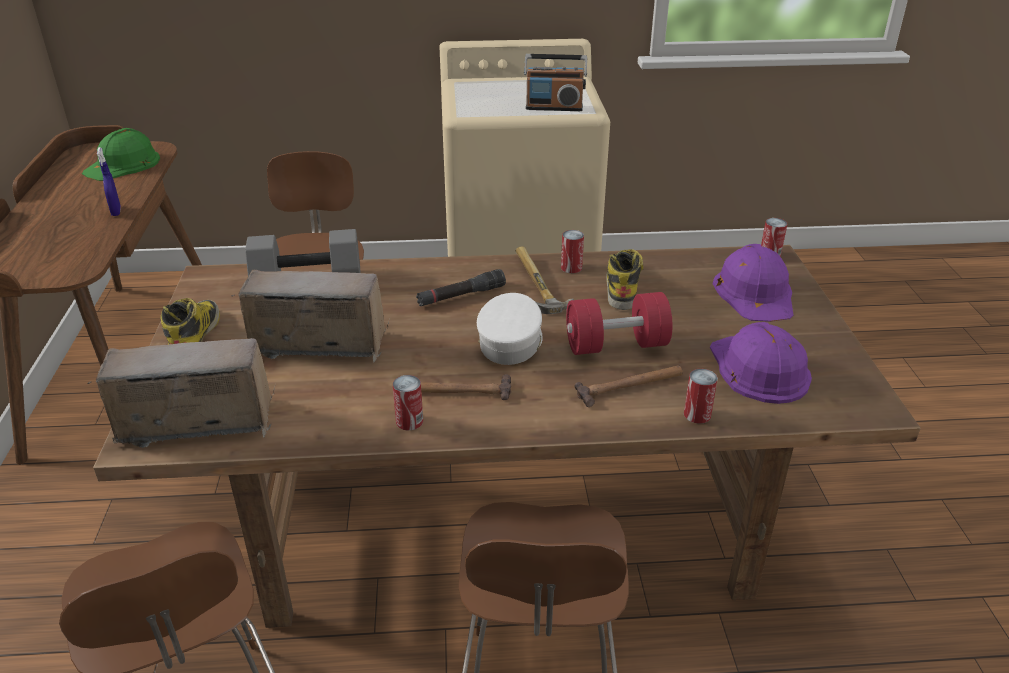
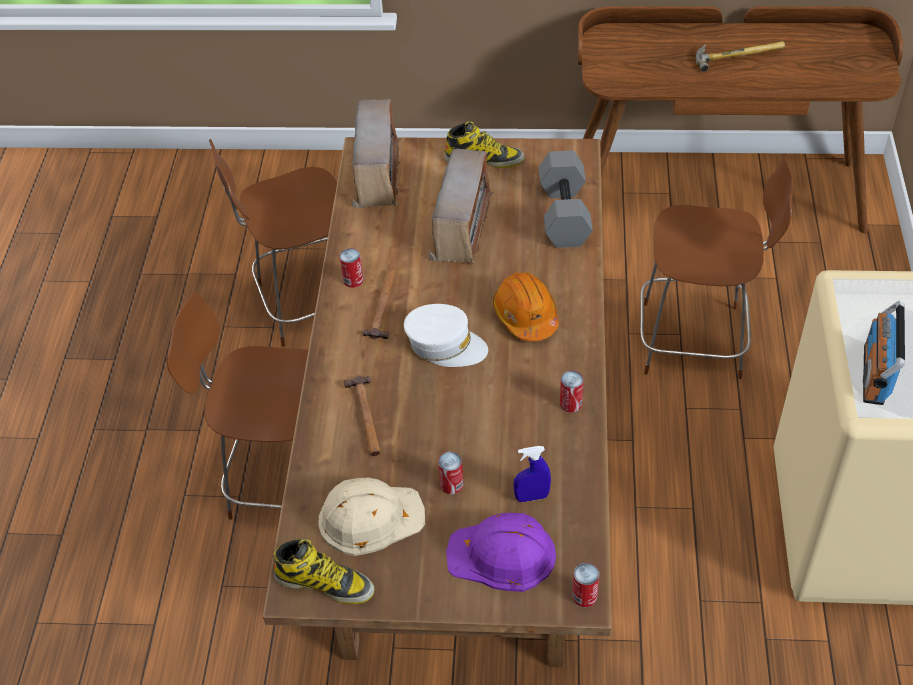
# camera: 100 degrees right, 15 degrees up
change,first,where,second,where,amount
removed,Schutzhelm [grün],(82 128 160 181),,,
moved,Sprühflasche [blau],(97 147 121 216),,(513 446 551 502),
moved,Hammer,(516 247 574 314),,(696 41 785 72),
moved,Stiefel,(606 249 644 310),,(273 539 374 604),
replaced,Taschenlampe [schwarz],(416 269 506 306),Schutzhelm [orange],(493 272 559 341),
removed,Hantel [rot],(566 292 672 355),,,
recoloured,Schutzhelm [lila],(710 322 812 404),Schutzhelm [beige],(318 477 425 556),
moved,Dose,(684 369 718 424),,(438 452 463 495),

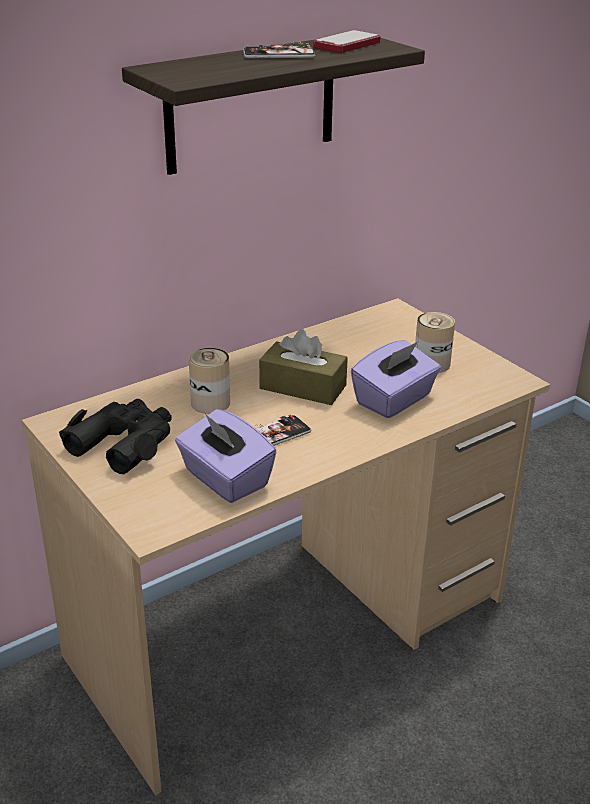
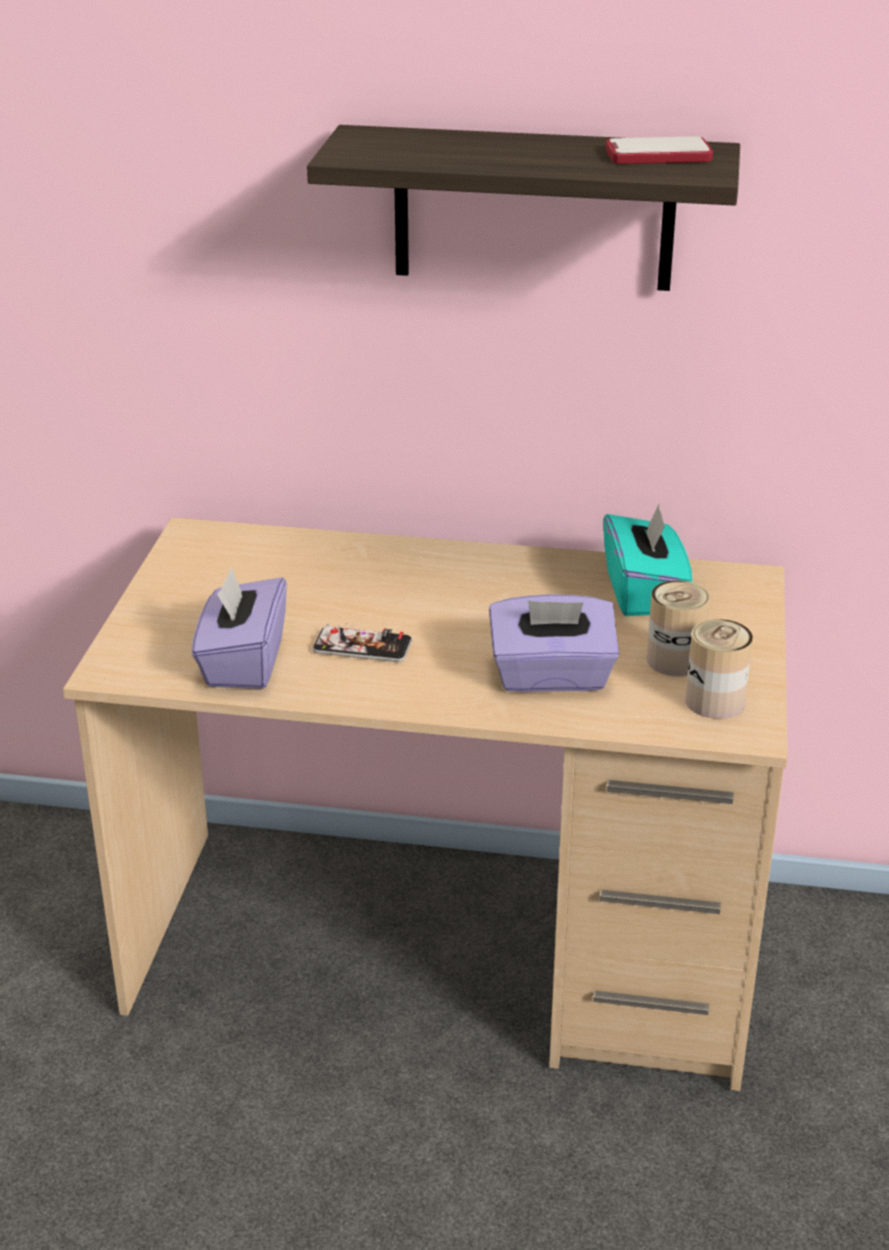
# camera: 45 degrees right, 0 degrees up
change,first,where,second,where,amount
removed,Handy,(243 41 316 59),,,
removed,Taschentuchbox [braun],(259 329 348 405),,,
moved,Dose,(189 348 230 414),,(685 619 753 719),
removed,Fernglas [schwarz],(59 399 172 474),,,
added,,,Taschentuchbox [türkis],(603 504 692 616),

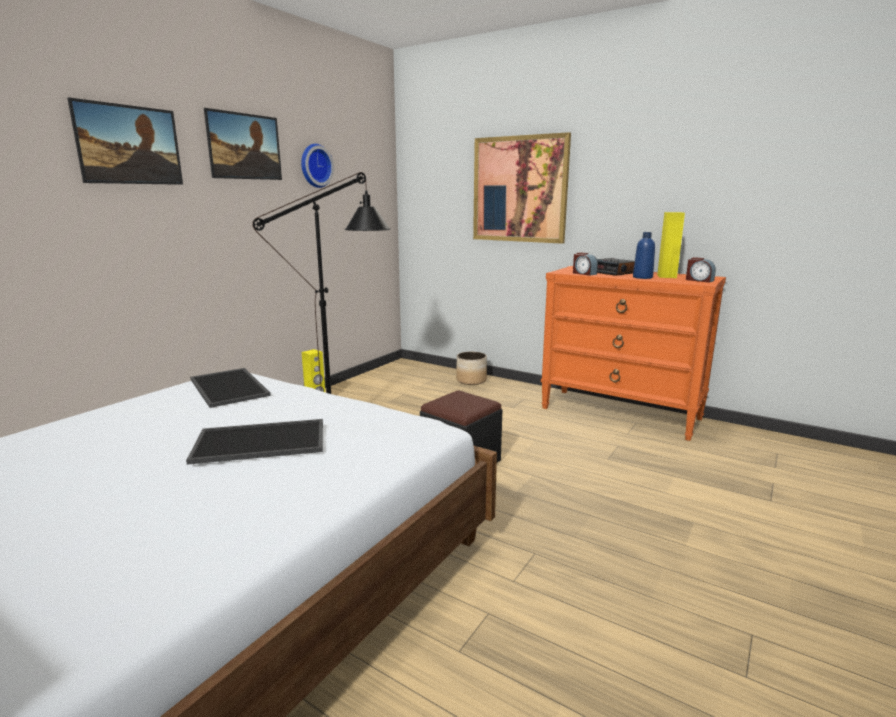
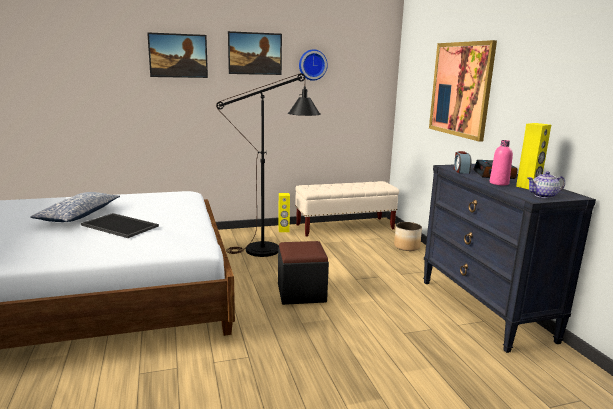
# camera: 40 degrees right, 0 degrees up
change,first,where,second,where,amount
recoloured,Flasche [blau],(633 232 655 279),Flasche [rosa],(490 140 513 185),
replaced,Wecker,(686 257 716 283),Teekanne,(527 171 565 198),
recoloured,Kommode [orange],(541 266 726 441),Kommode [schwarz],(423 164 596 353),
removed,Tablett,(190 368 271 408),,,
added,,,Bank [beige],(295 181 399 237),
added,,,Kissen,(31 192 120 222),

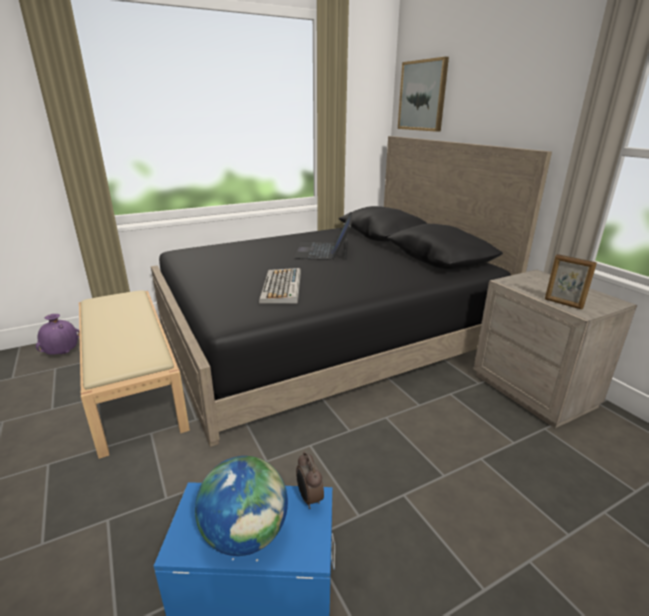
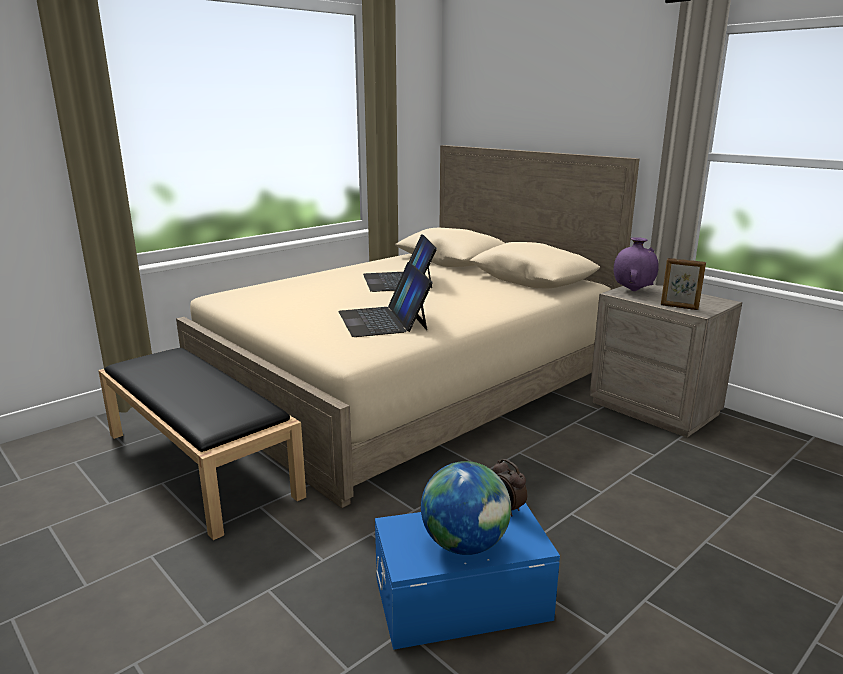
# camera: 15 degrees left, 5 degrees down
change,first,where,second,where,amount
removed,Bild,(398 57 449 132),,,
recoloured,Bett [schwarz],(151 136 552 447),Bett [beige],(176 145 640 508),
replaced,Tastatur,(259 268 301 304),Laptop,(338 262 433 337),
recoloured,Bank [beige],(79 290 190 459),Bank [schwarz],(98 348 306 540),
moved,Vase [lila],(36 314 80 355),,(614 237 659 291),

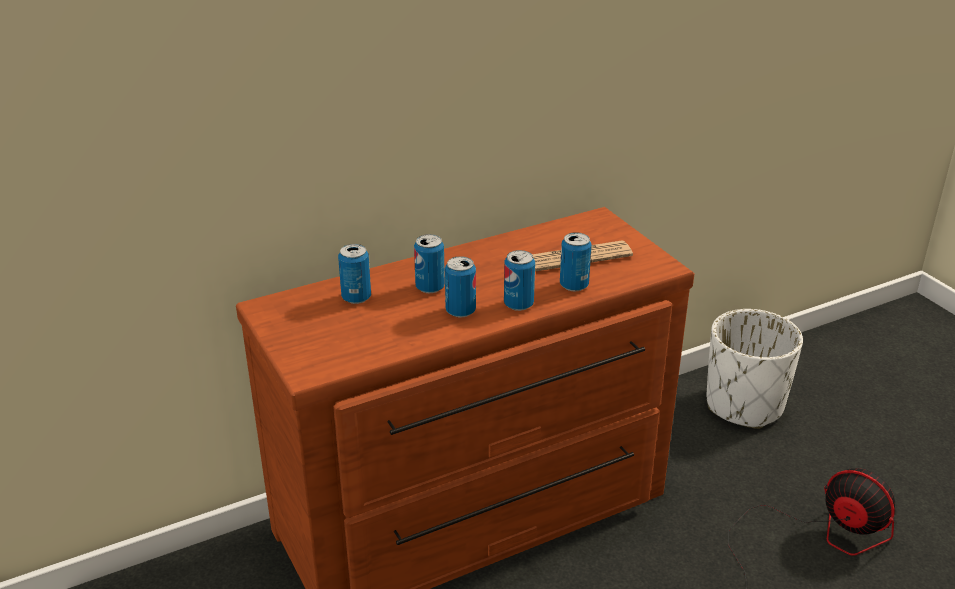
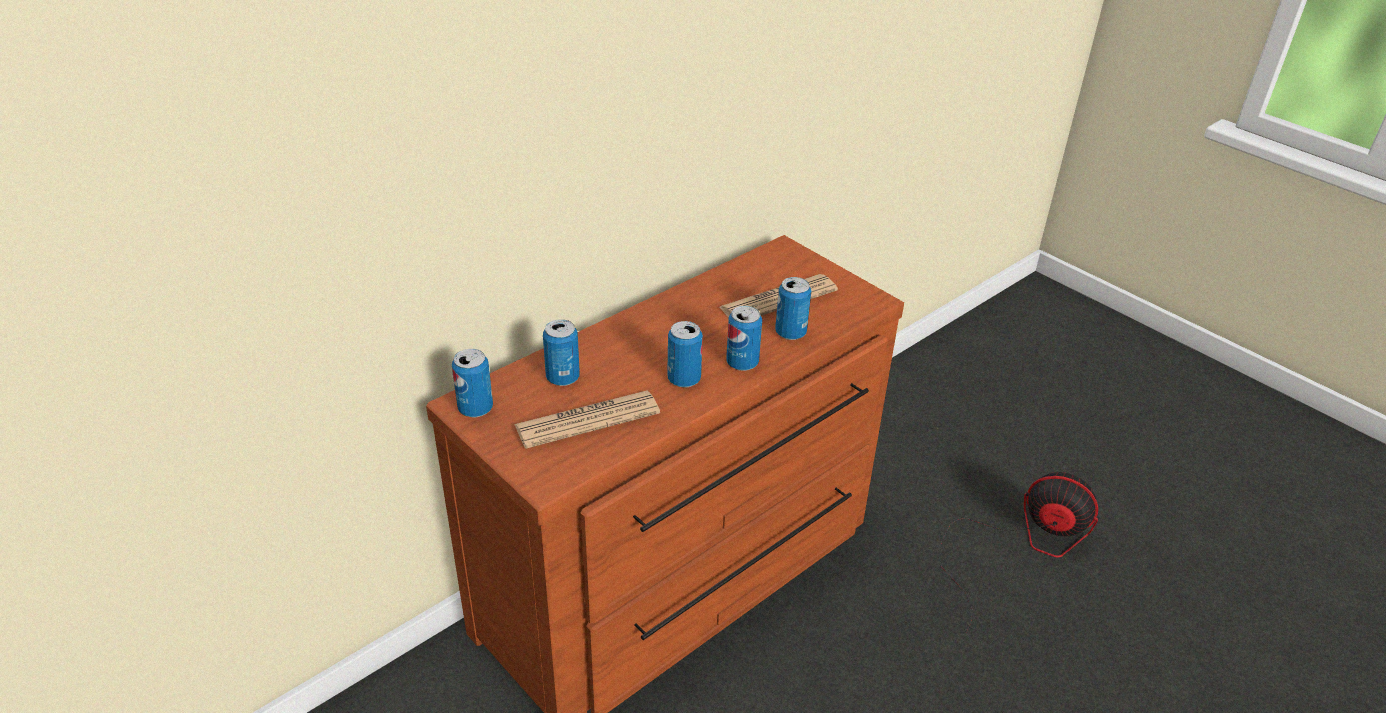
# camera: 15 degrees left, 5 degrees up
change,first,where,second,where,amount
moved,Dose,(414 234 445 293),,(452 349 493 417),
removed,Pflanzkübel [weiß],(707 309 803 429),,,
added,,,Zeitung,(514 391 660 449),

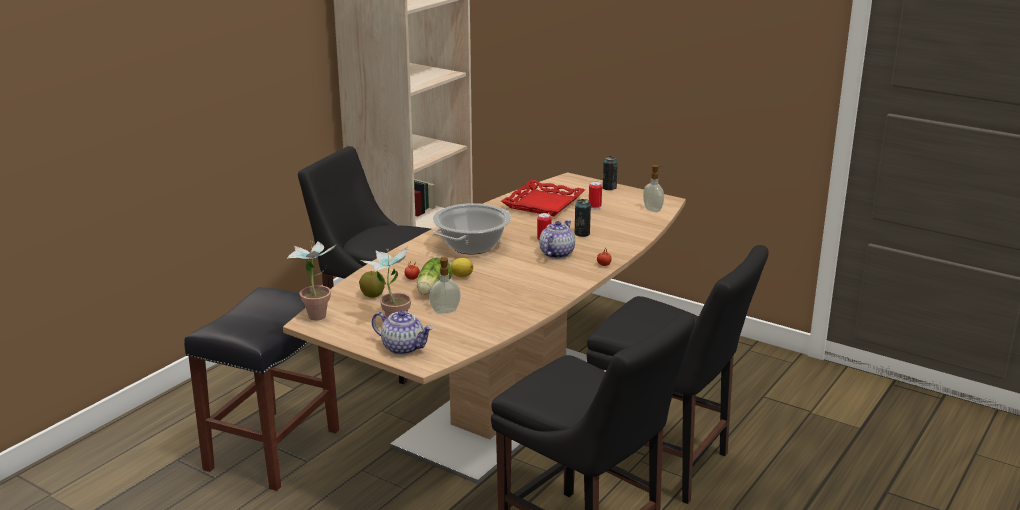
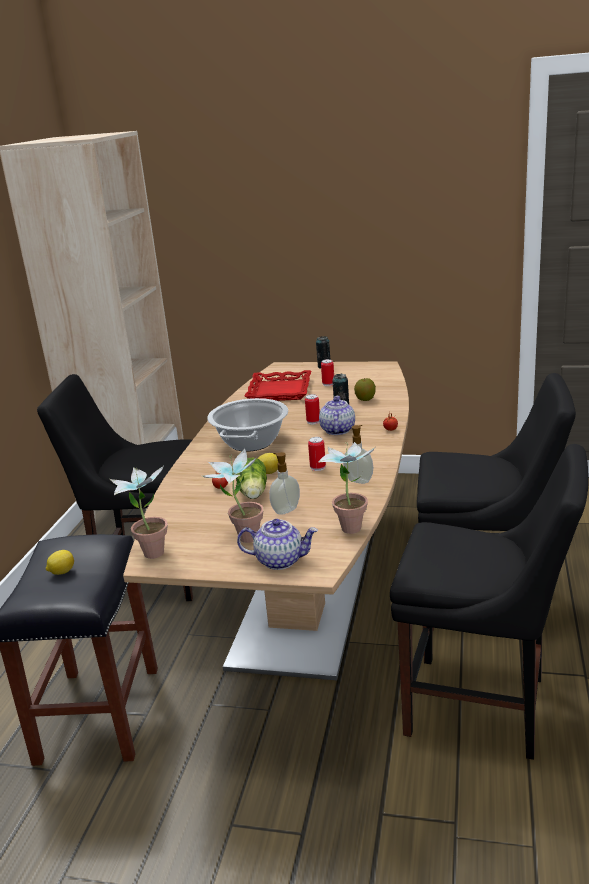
# camera: 20 degrees left, 0 degrees up
change,first,where,second,where,amount
moved,Seifenspender,(643 165 664 212),,(343 425 374 484),
moved,Apfel,(359 271 385 298),,(354 378 376 401),
added,,,Dose,(308 437 326 471),
added,,,Topfpflanze,(318 442 375 534),
added,,,Zitrone,(46 550 74 575),

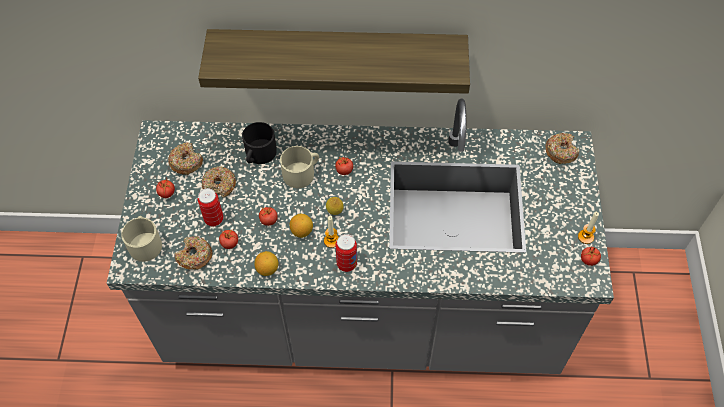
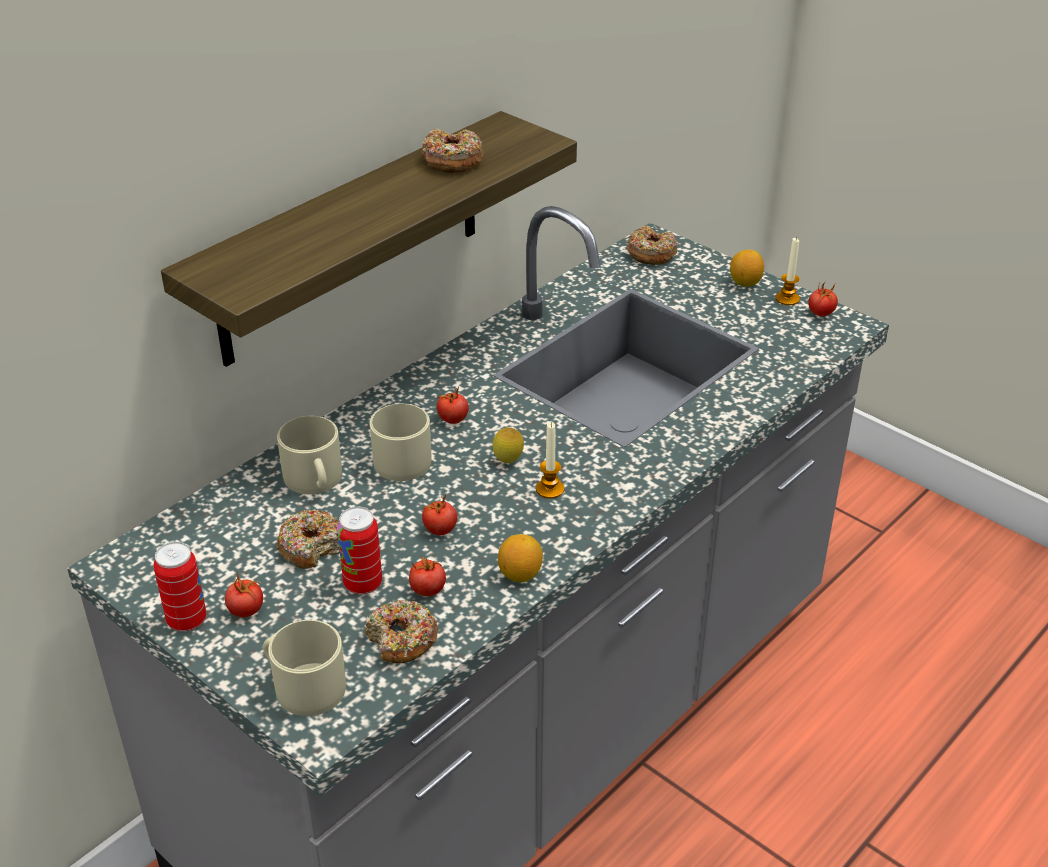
# camera: 50 degrees left, 20 degrees down
change,first,where,second,where,amount
recoloured,Henkelbecher [schwarz],(242 122 277 164),Henkelbecher [beige],(277 416 342 494),
moved,Donut,(168 142 203 175),,(422 129 483 173),
moved,Zitrone,(289 214 313 238),,(730 250 764 287),
moved,Dose,(336 234 357 272),,(154 542 207 631),

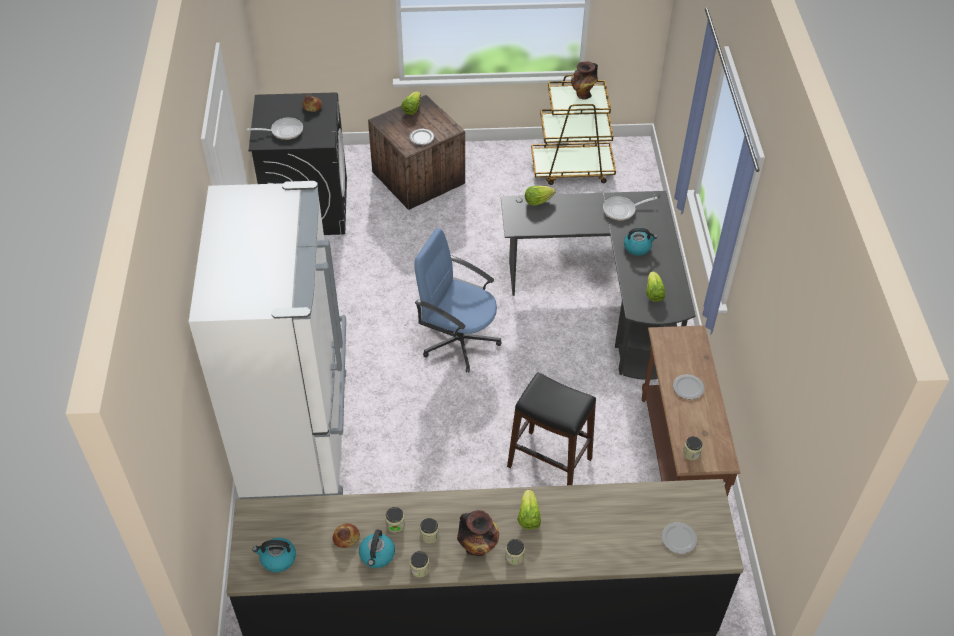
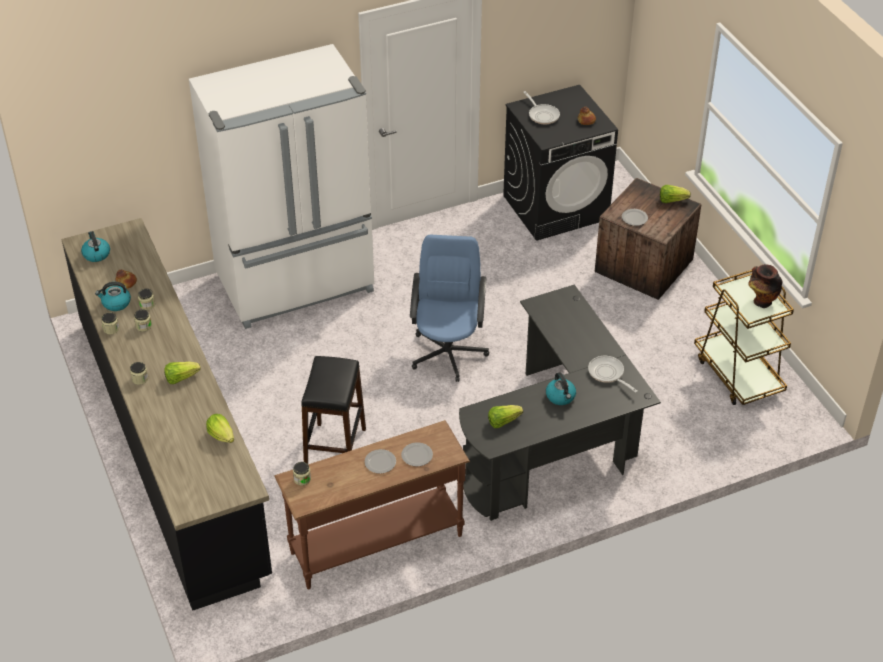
# camera: 70 degrees right, 5 degrees down
change,first,where,second,where,amount
moved,Salatkopf,(525 186 555 206),,(206 414 234 443),
removed,Vase,(457 510 499 556),,,
moved,Teller,(662 522 697 554),,(401 442 433 467),

